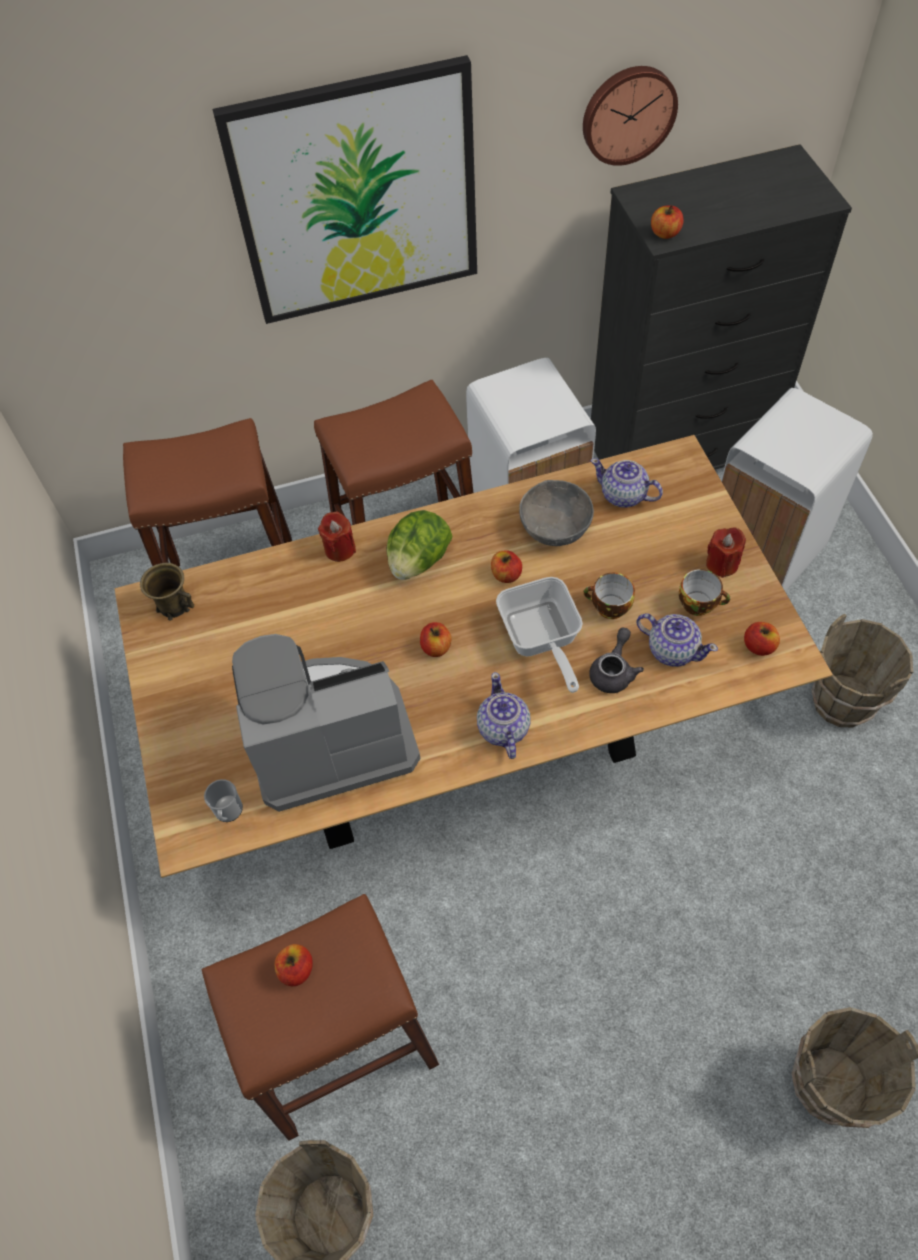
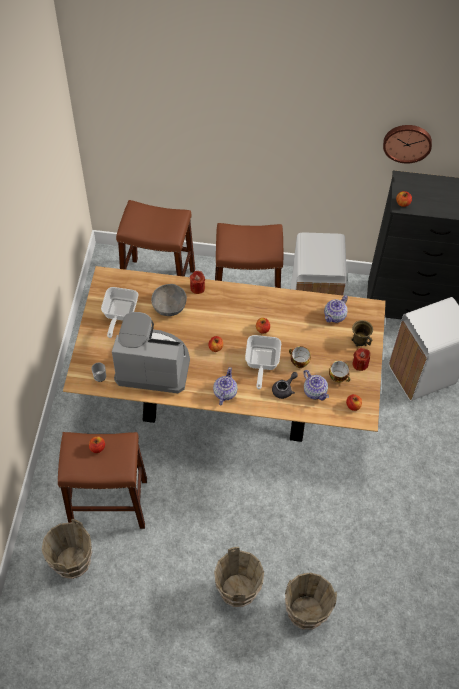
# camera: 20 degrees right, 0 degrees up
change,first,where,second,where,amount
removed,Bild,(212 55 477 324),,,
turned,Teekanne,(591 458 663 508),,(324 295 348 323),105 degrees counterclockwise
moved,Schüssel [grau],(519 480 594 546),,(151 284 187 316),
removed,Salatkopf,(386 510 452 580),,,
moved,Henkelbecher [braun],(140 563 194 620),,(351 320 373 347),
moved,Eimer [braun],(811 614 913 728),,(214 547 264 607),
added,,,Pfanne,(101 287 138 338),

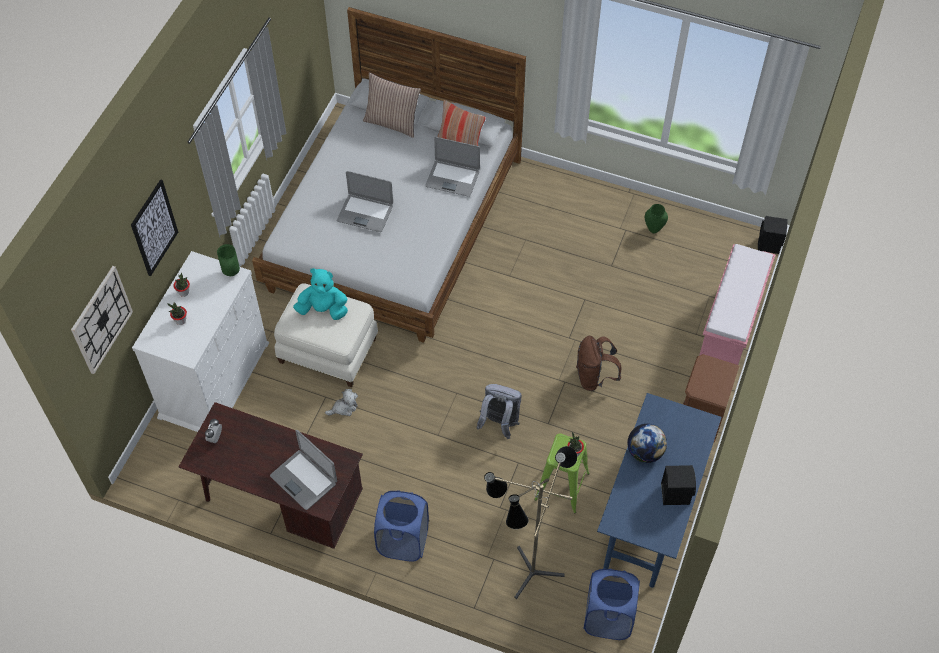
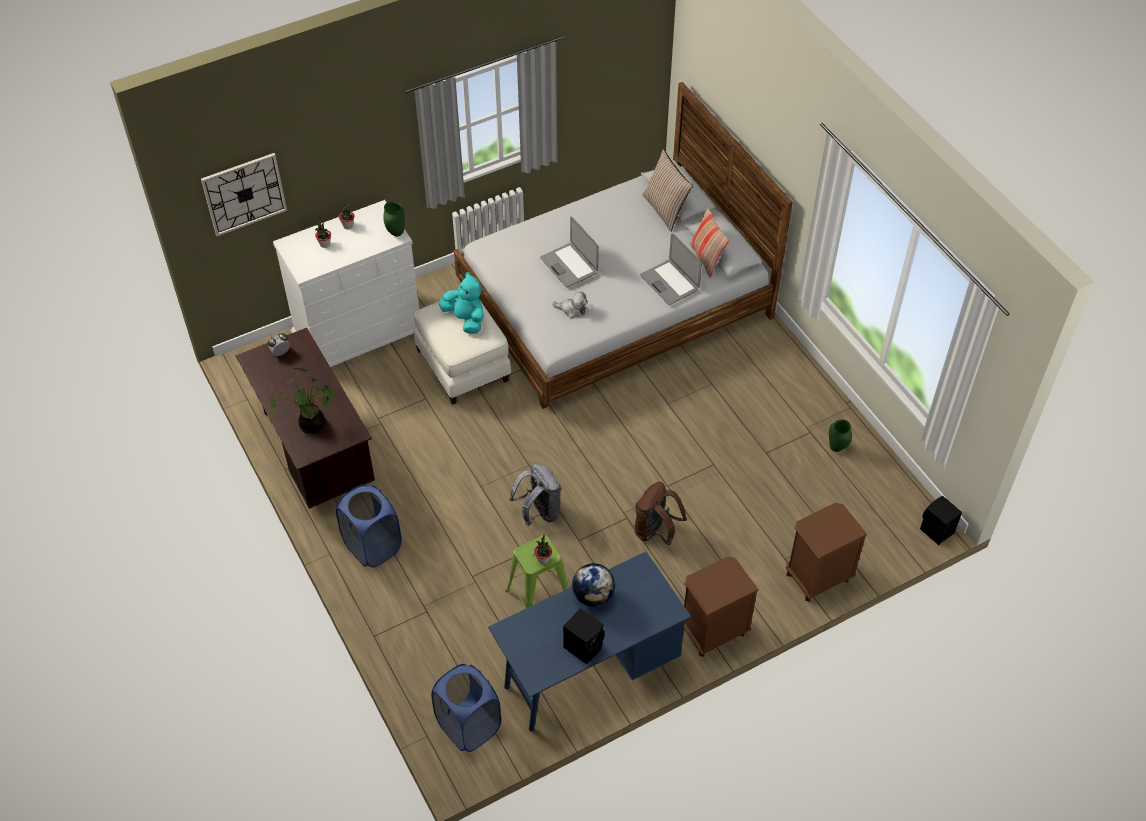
# camera: 40 degrees right, 5 degrees down
change,first,where,second,where,amount
removed,Bild,(131 179 178 276),,,
replaced,Bank [rosa],(699 244 775 365),Nachttisch [braun],(786 503 867 602),
moved,Plüschtier,(325 389 358 416),,(552 291 588 319),
replaced,Laptop,(270 430 337 510),Topfpflanze,(270 368 334 434),
removed,Stehlampe,(484 446 577 599),,,

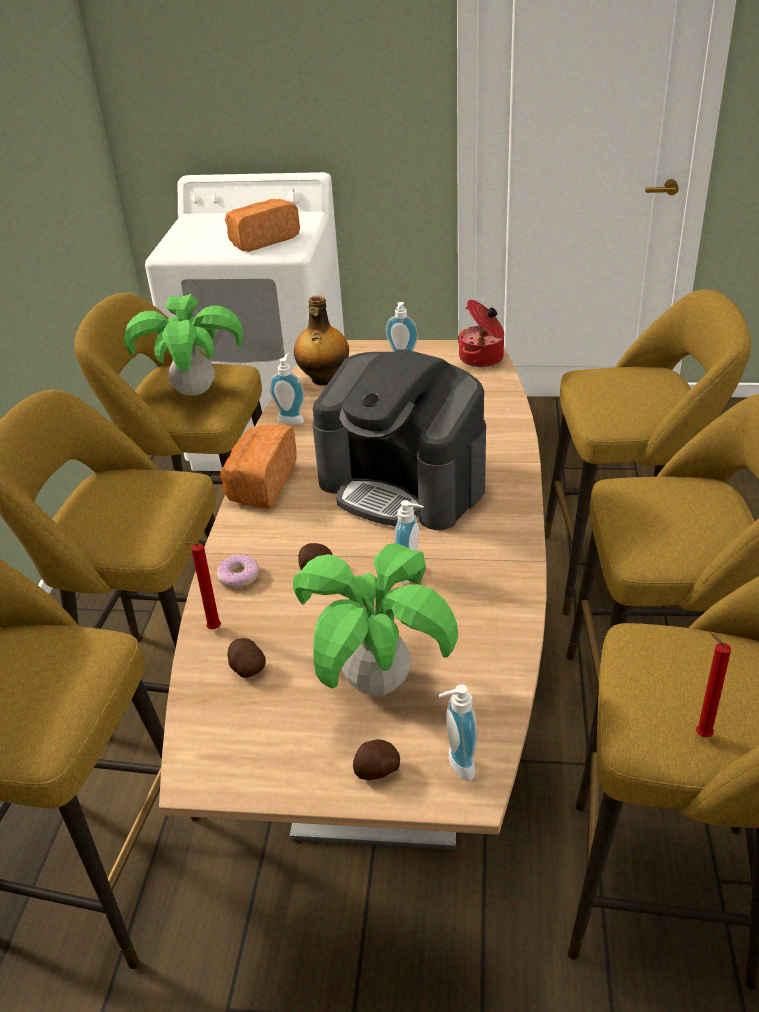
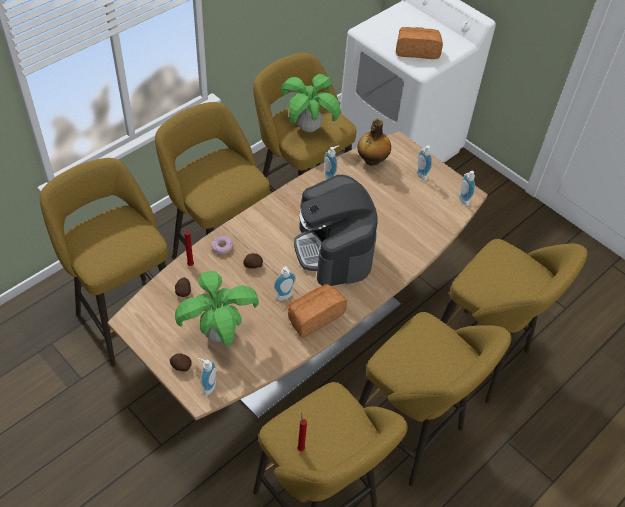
# camera: 35 degrees right, 15 degrees up
change,first,where,second,where,amount
replaced,Kochtopf,(458 300 504 367),Seifenspender,(459 171 475 206),
moved,Brot,(220 425 297 508),,(288 284 347 338),

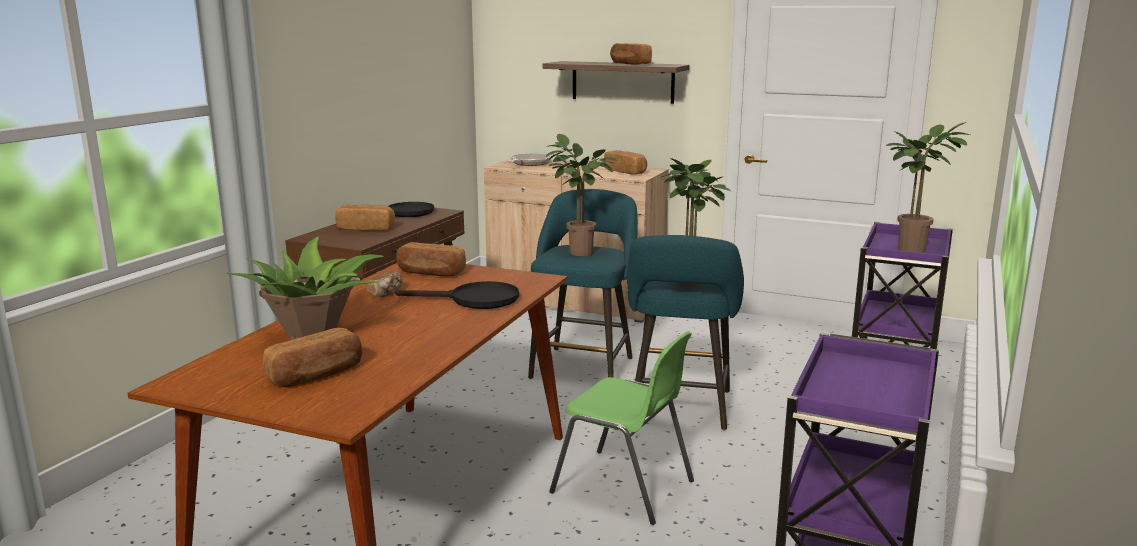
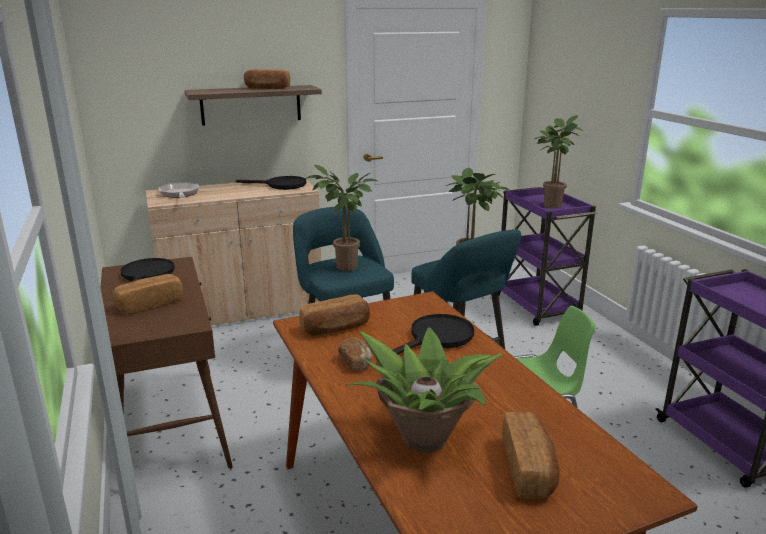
# camera: 45 degrees left, 5 degrees up
change,first,where,second,where,amount
replaced,Brot,(604 150 647 175),Pfanne [schwarz],(236 176 306 190),

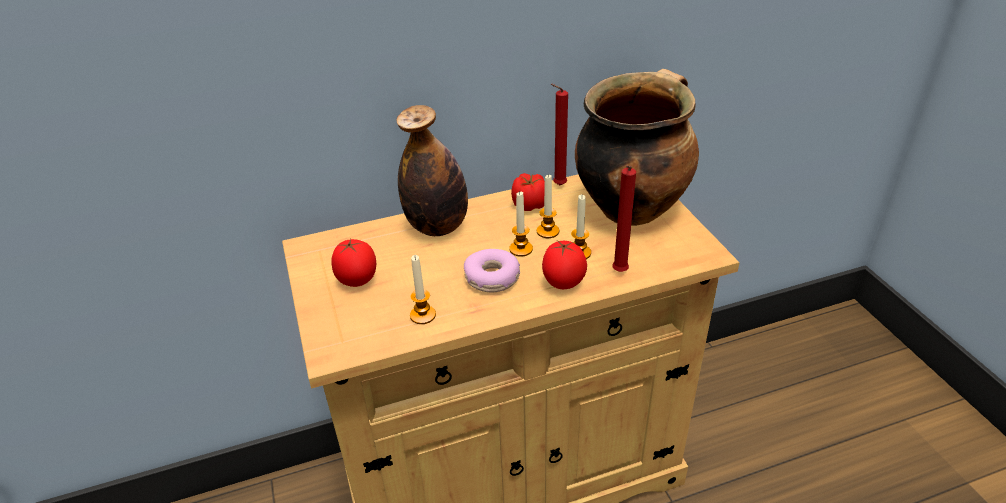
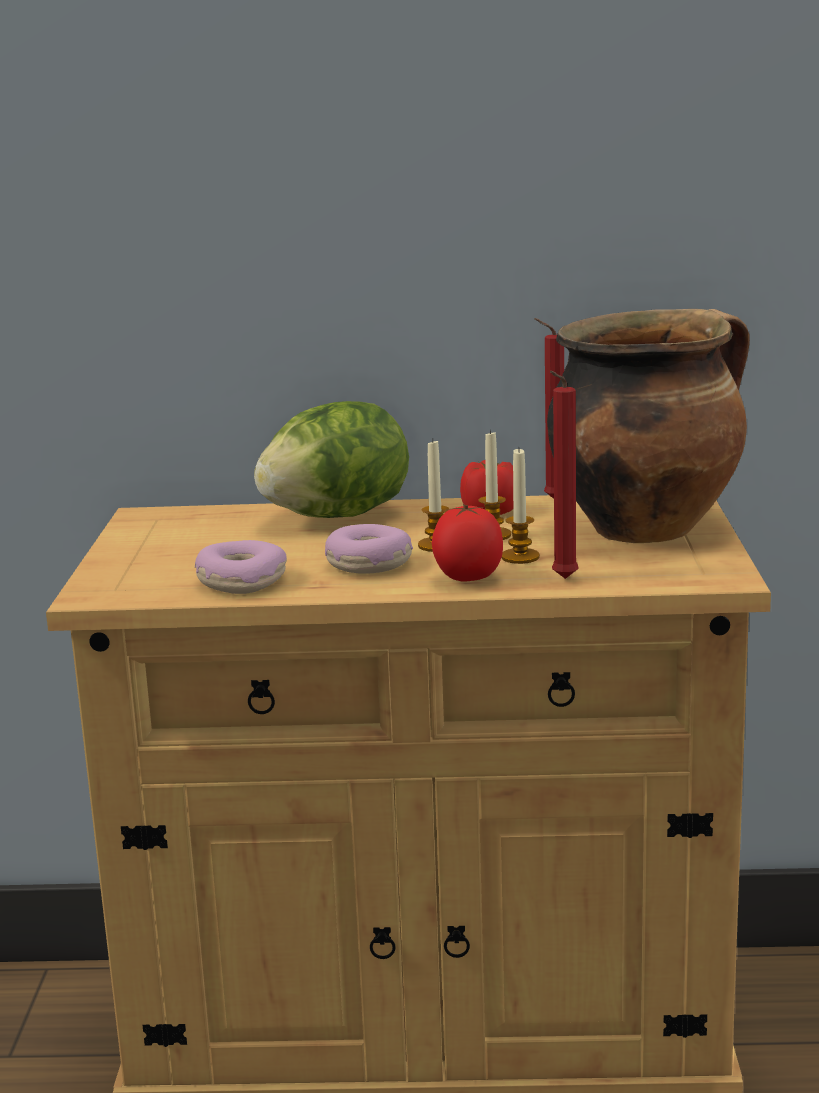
# camera: 20 degrees right, 20 degrees down
change,first,where,second,where,amount
replaced,Flasche,(397 105 468 236),Salatkopf,(254 401 409 518),
removed,Tomate,(331 239 376 287),,,
replaced,Kerze,(410 255 436 324),Donut,(195 540 287 594),

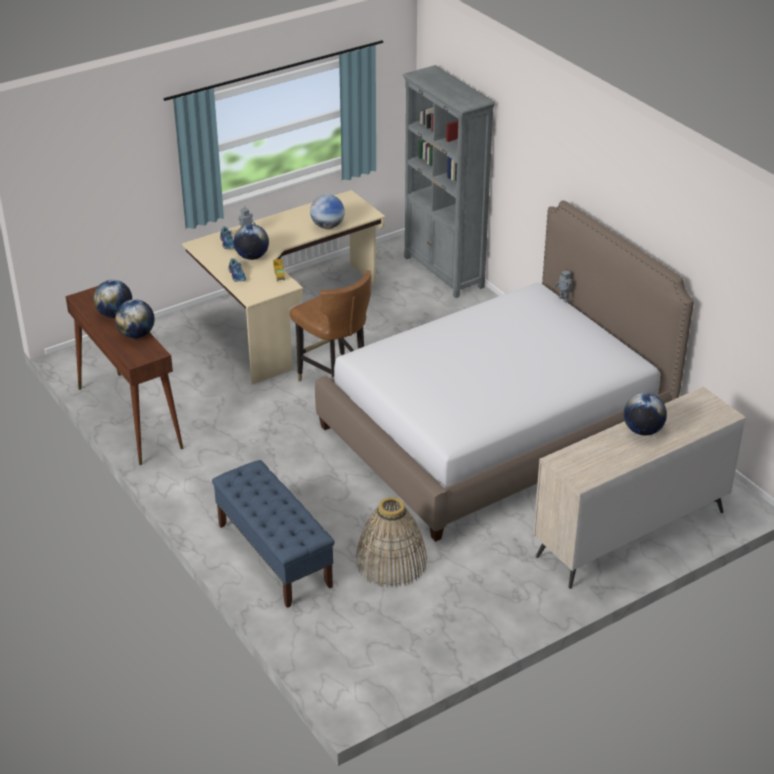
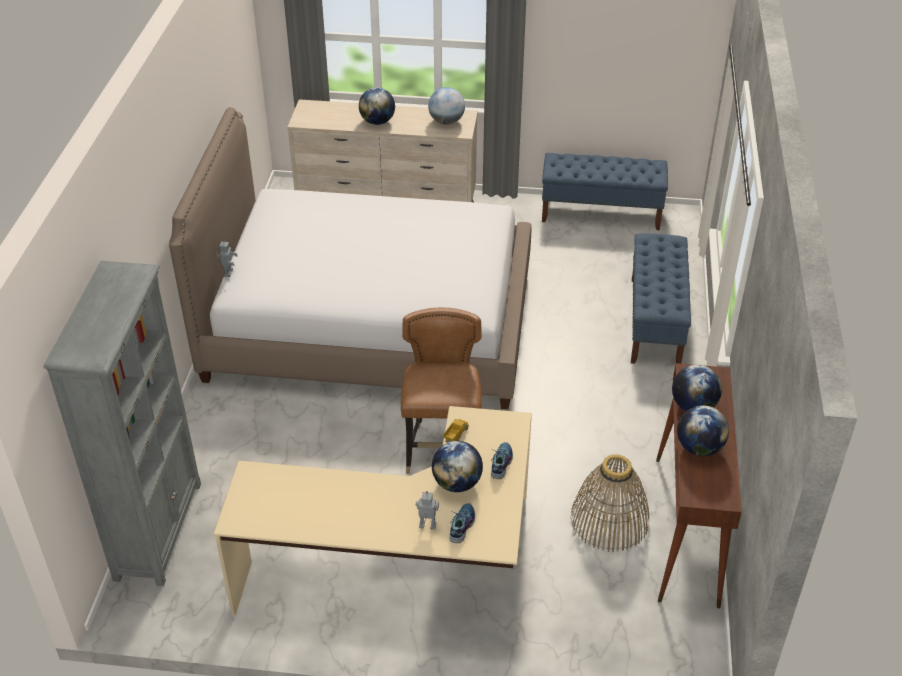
# camera: 140 degrees left, 5 degrees up
change,first,where,second,where,amount
moved,Globus,(310 194 345 229),,(428 87 465 125),
moved,Korb,(356 497 427 588),,(570 454 649 552),
added,,,Bank [blau],(542 153 668 230),

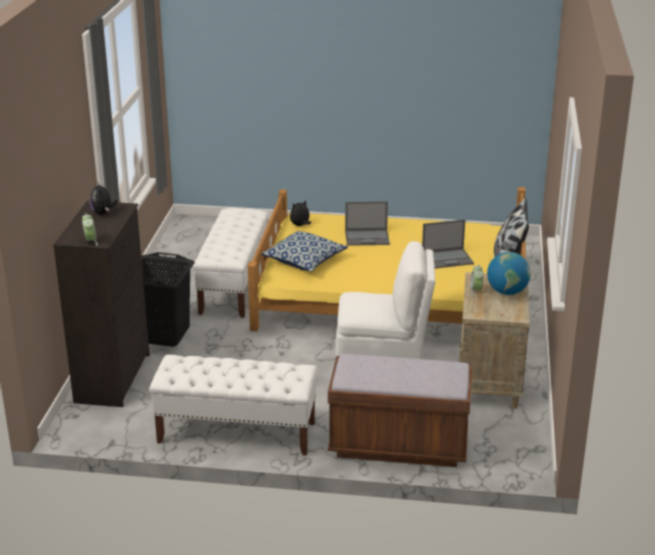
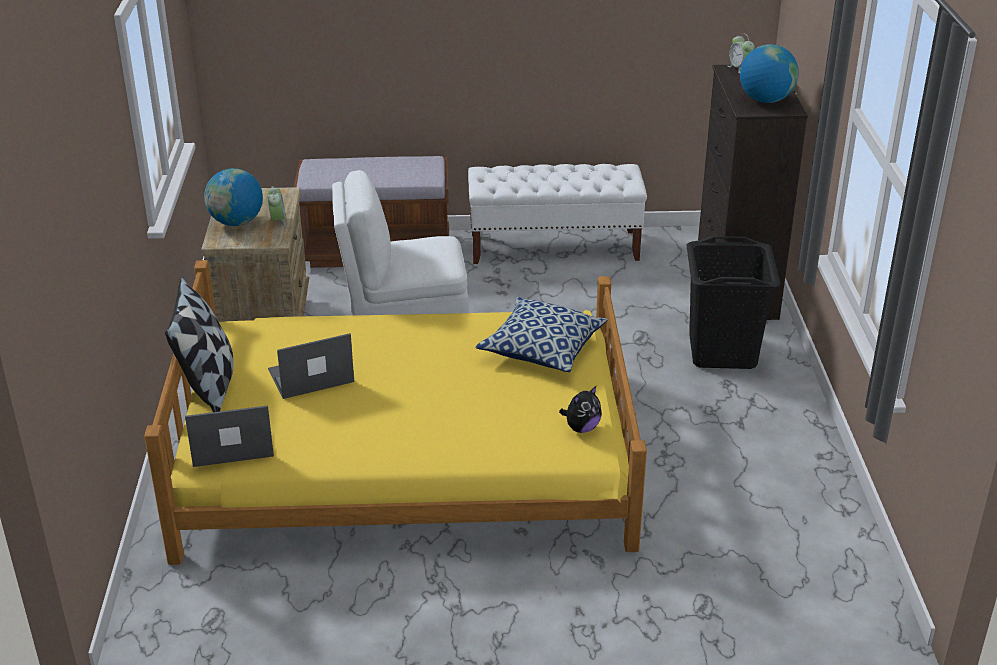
# camera: 170 degrees right, 5 degrees up
change,first,where,second,where,amount
replaced,Plüschtier,(90 181 118 215),Globus,(740 44 799 103),
moved,Laptop,(345 201 390 246),,(185 405 274 467),
removed,Bank [weiß],(193 208 268 318),,,

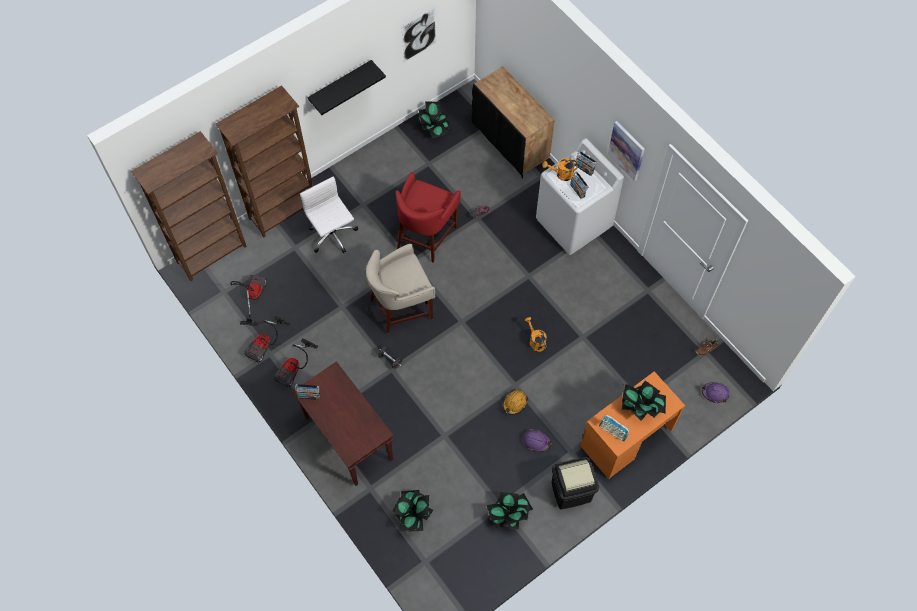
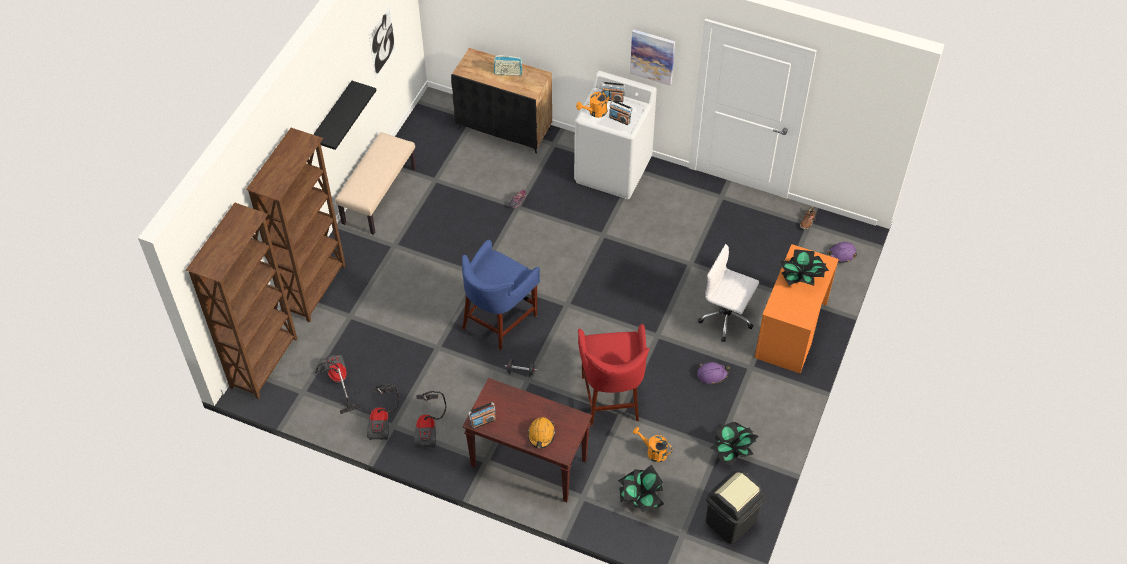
# camera: 30 degrees left, 10 degrees down
change,first,where,second,where,amount
removed,Topfpflanze,(416 101 450 139),,,
moved,Hocker [rot],(395 172 461 263),,(578 324 650 426),
moved,Bürostuhl [weiß],(300 176 358 253),,(698 244 759 342),
recoloured,Hocker [beige],(366 244 435 334),Hocker [blau],(462 240 540 350),
moved,Gießkanne [orange],(525 317 547 352),,(633 427 673 462),
moved,Schutzhelm [orange],(503 390 528 415),,(528 417 555 448),
moved,Radio,(599 415 629 441),,(494 55 522 76),
moved,Mülleimer [schwarz],(551 457 599 509),,(706 471 765 544),
added,,,Bank [beige],(335 132 416 235),

